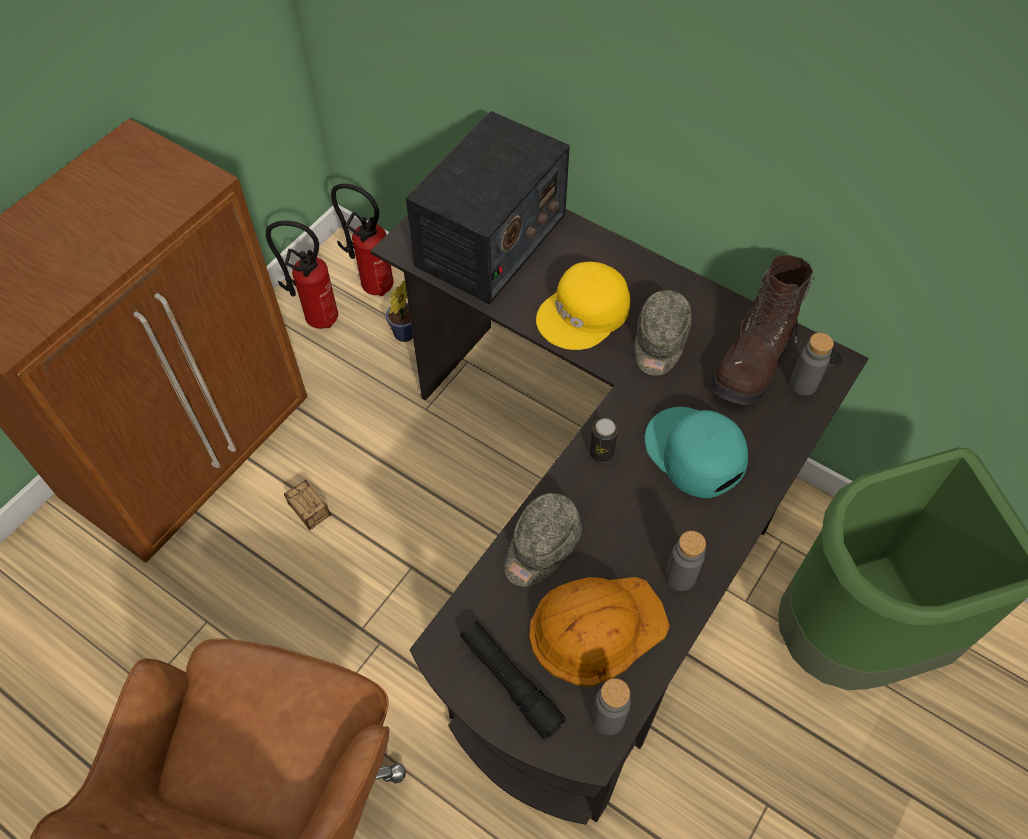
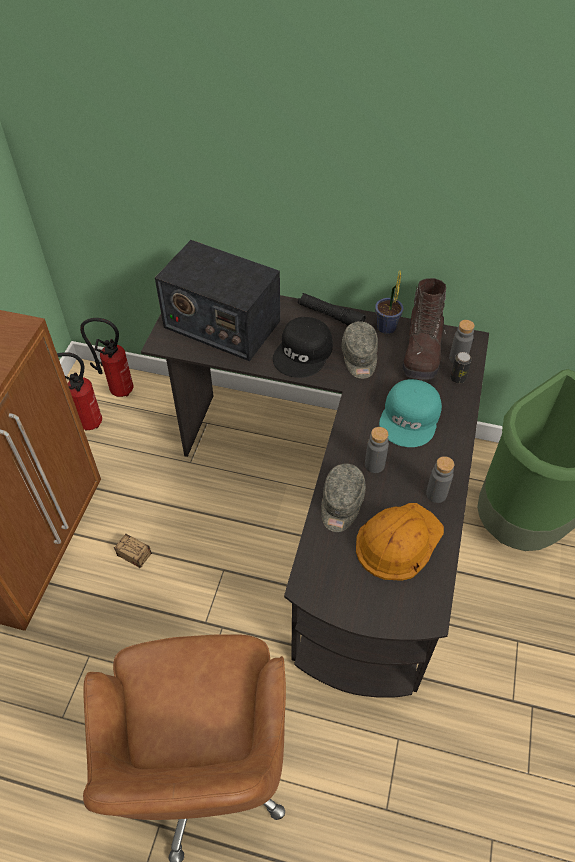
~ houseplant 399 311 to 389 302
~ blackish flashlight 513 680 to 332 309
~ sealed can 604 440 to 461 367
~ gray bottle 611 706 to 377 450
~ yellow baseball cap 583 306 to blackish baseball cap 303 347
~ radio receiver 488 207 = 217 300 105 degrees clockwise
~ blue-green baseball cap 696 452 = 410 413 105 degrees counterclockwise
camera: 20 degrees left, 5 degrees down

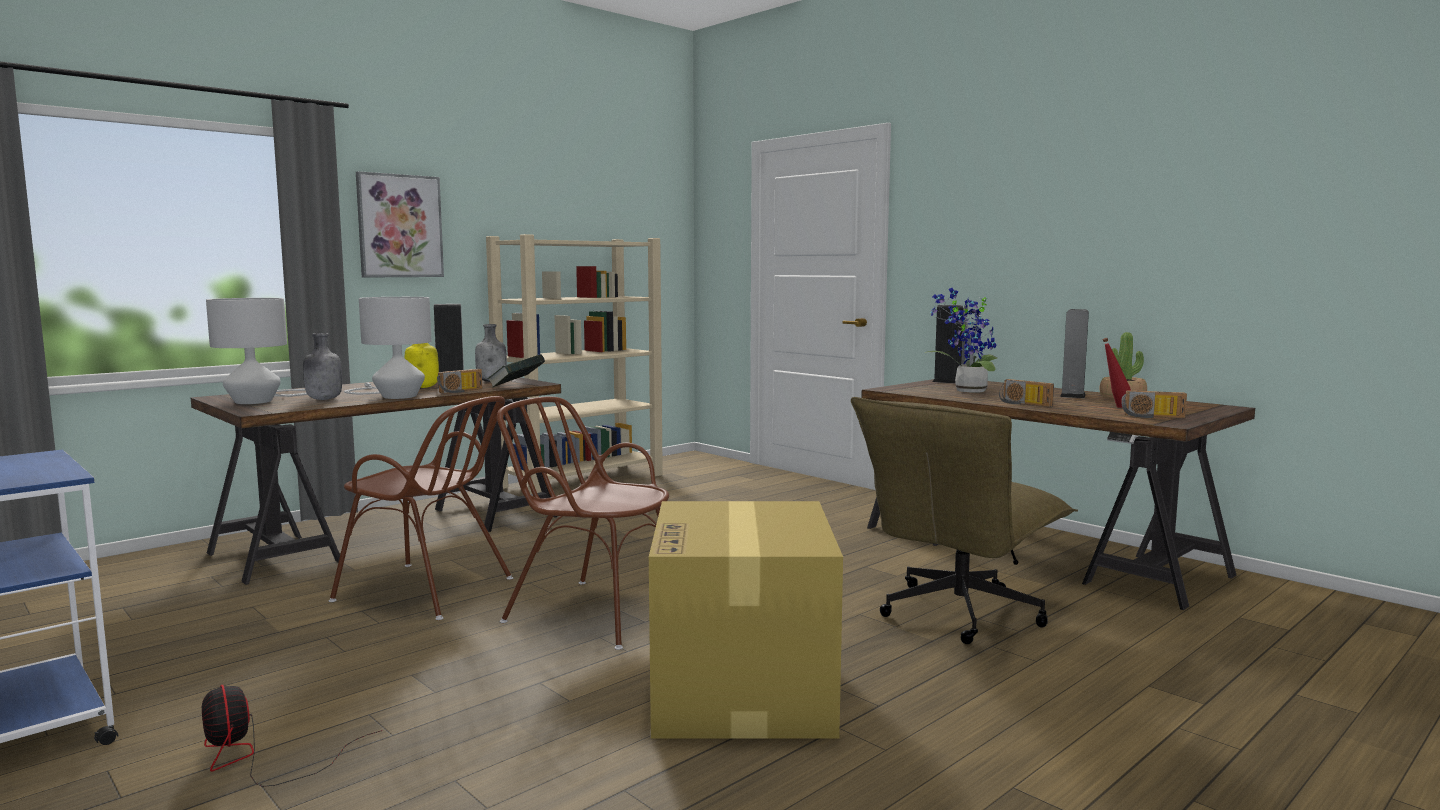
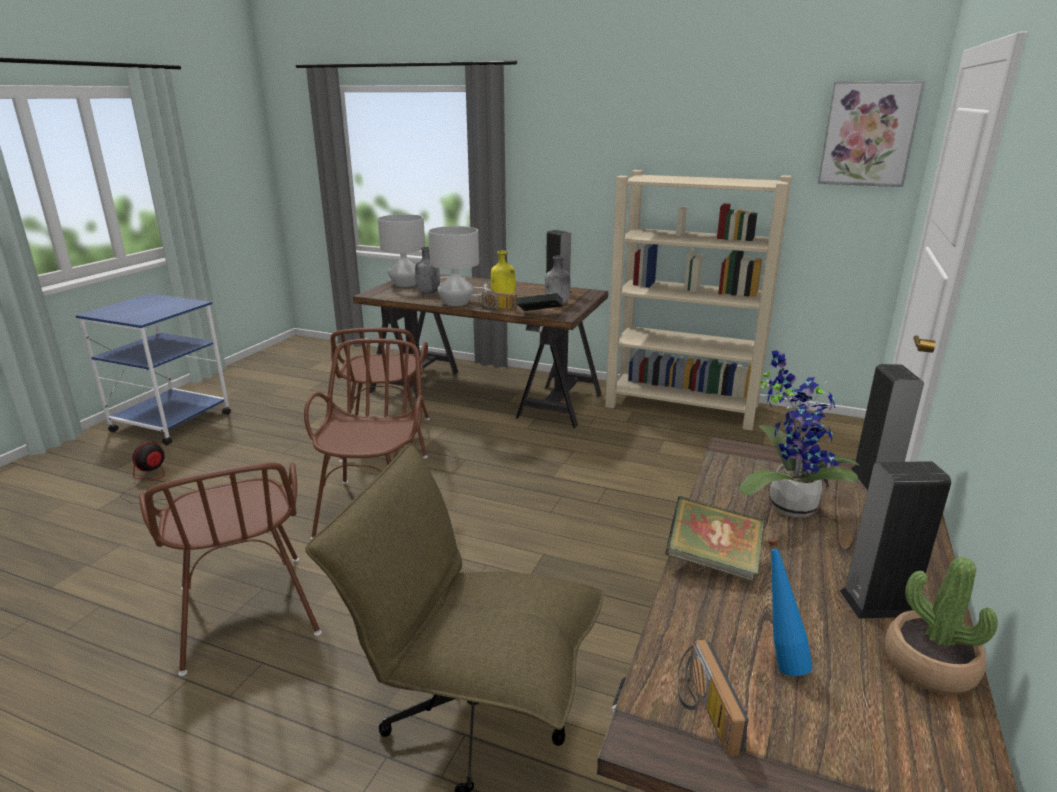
~ wall picture 400 224 to 871 134
~ packing box 746 620 to brownish chair 230 569
~ radio receiver 1026 393 to bound book 714 538
~ red-coloured bottle 1116 373 to blue bottle 790 607
camera: 65 degrees right, 15 degrees up

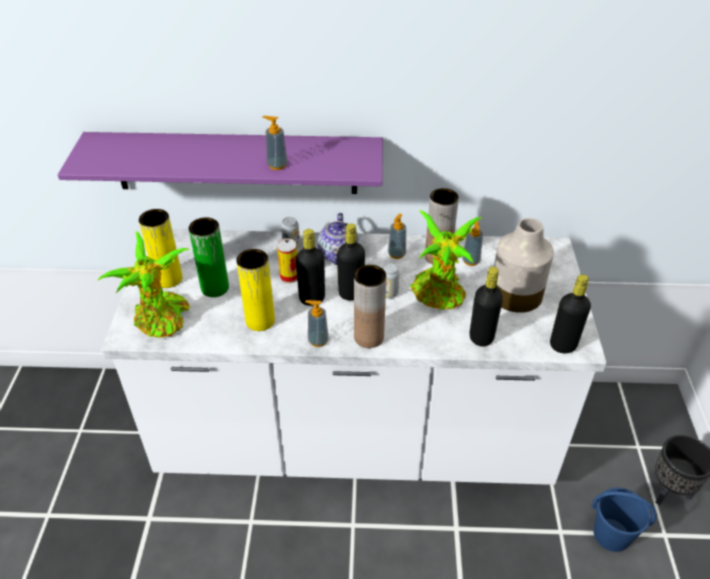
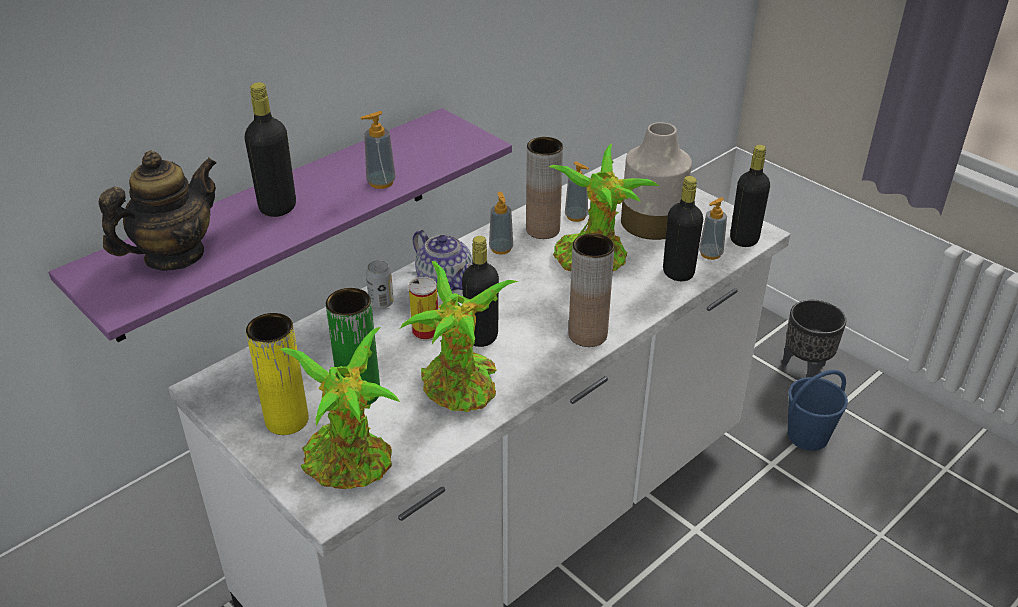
- sealed can 390 281
+ pot for tea 157 210
~ soap dispenser 317 323 to 713 228
~ blackish bottle 351 262 to 270 149
~ yellow vase 255 290 to houseplant 459 336
camera: 45 degrees left, 5 degrees down

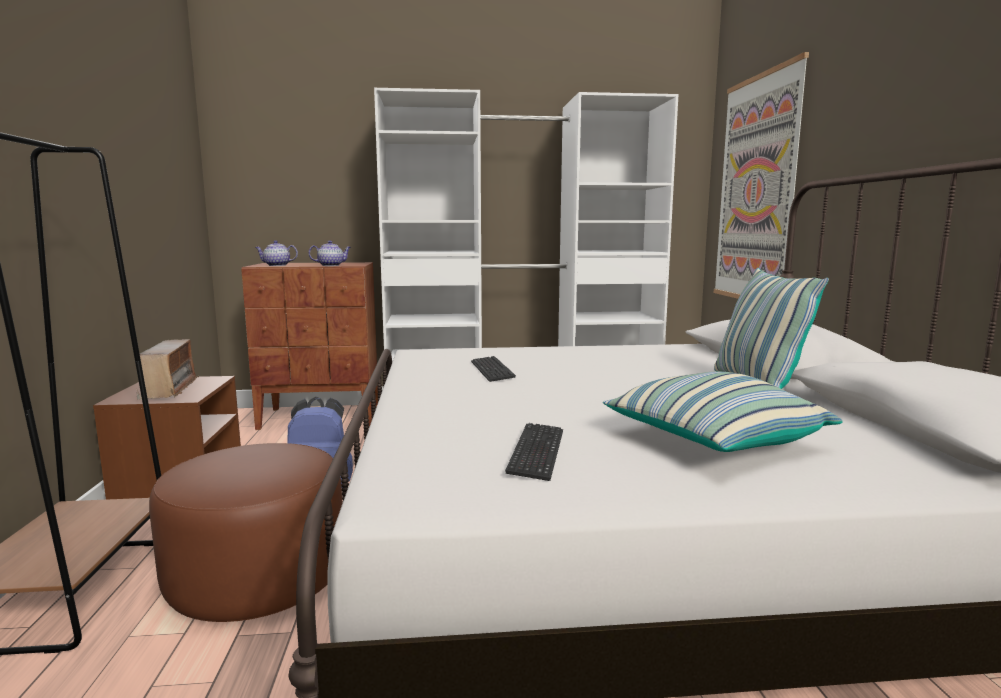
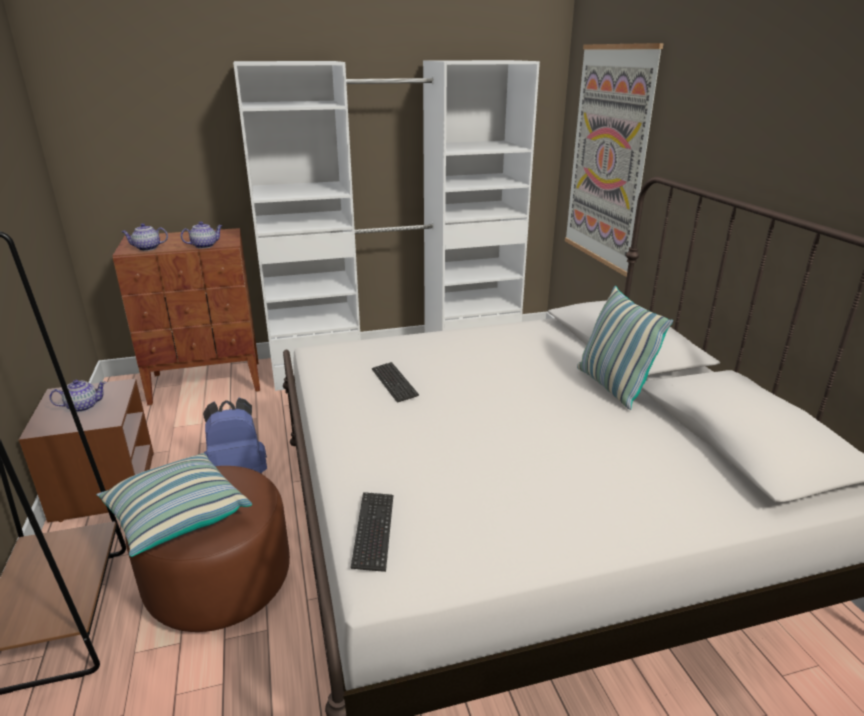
~ PC keyboard 534 452 to 372 532
~ cushion 723 412 to 174 505
~ radio receiver 167 369 to pot for tea 78 396
camera: 10 degrees left, 15 degrees up

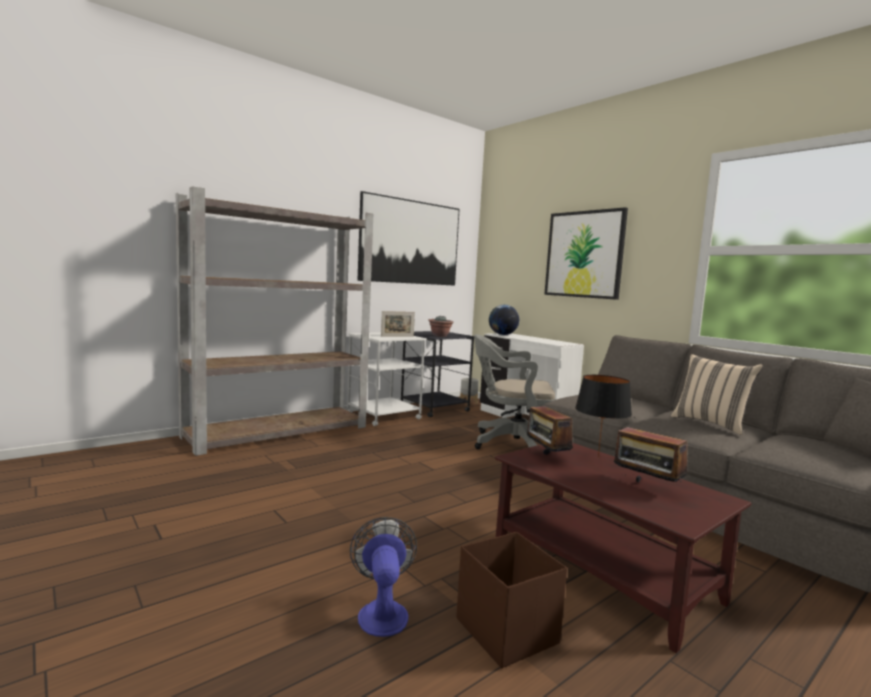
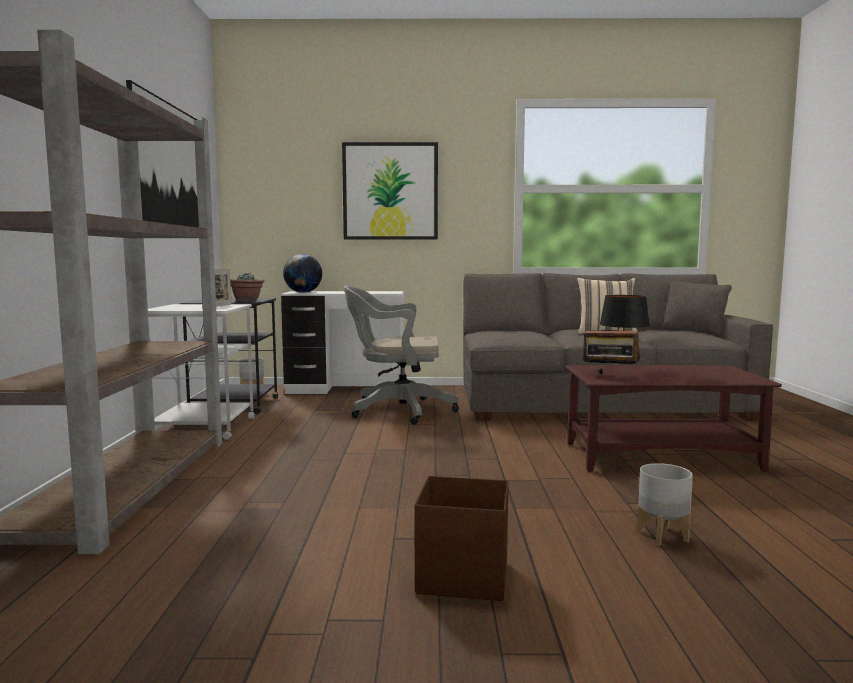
- radio receiver 651 450
~ brownish storage box 511 600 to 462 538
~ fan 383 577 to gray planter 665 504
~ gray office chair 515 391 = 401 355 45 degrees clockwise
camera: 50 degrees left, 0 degrees up

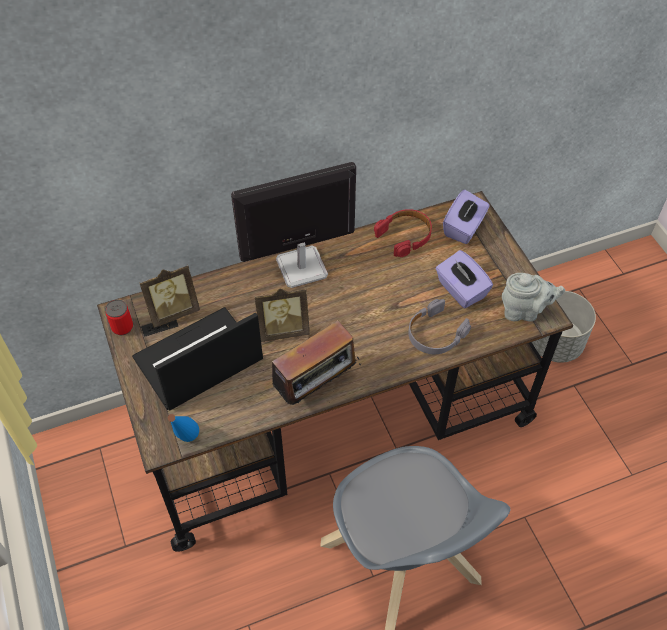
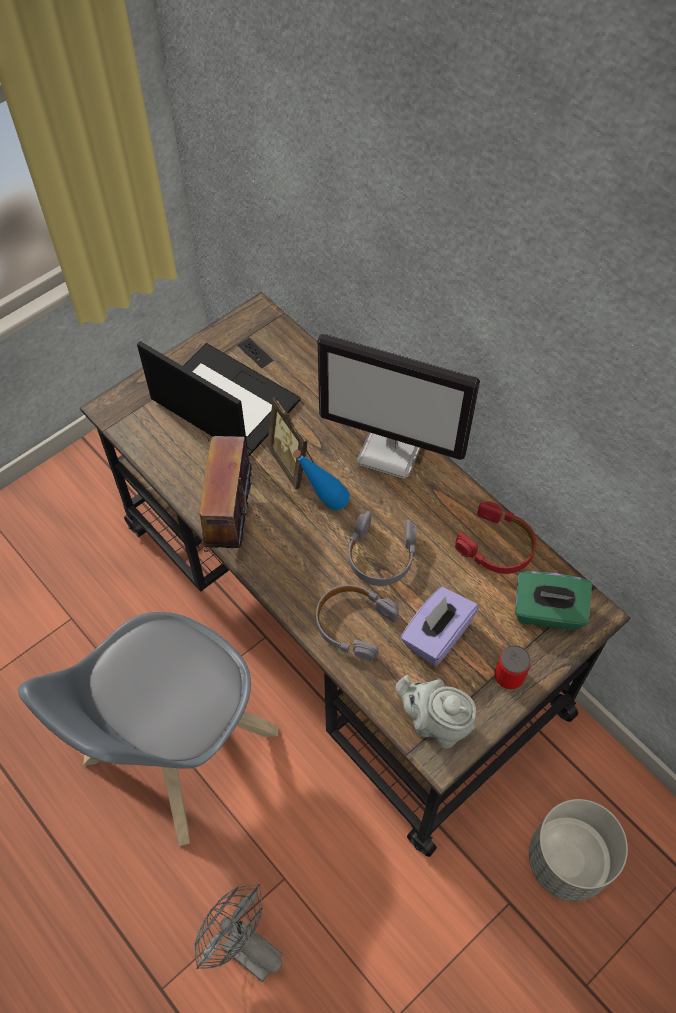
- picture frame 169 296
+ gray fan 238 933
+ gray headset 382 548
~ sealed can 119 317 to 512 667
~ blue bottle 183 428 to 321 480
~ purplish tissue box 466 217 to green tissue box 553 600
~ computer screen 293 225 = 398 406 150 degrees clockwise
~ radio receiver 311 362 = 227 494 60 degrees clockwise
~ gray pot for tea 533 297 = 436 712 135 degrees clockwise
camera: 70 degrees right, 5 degrees up

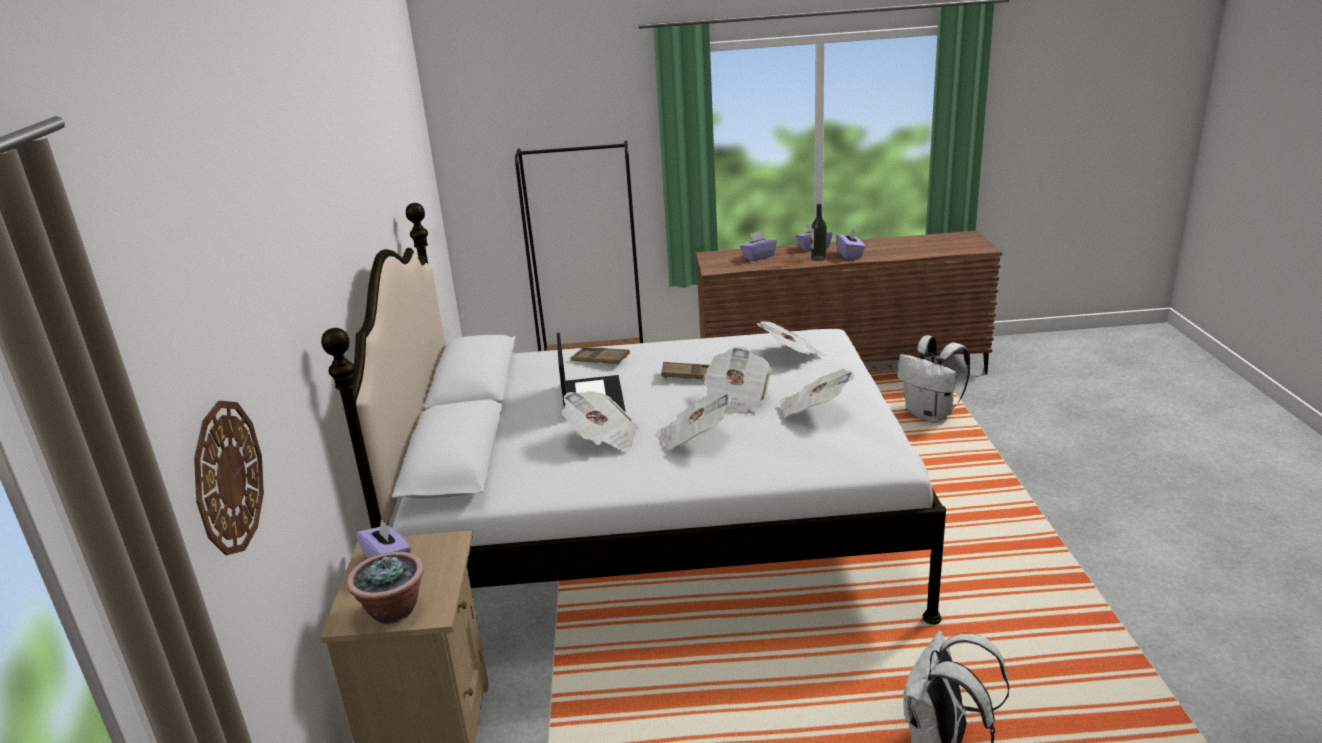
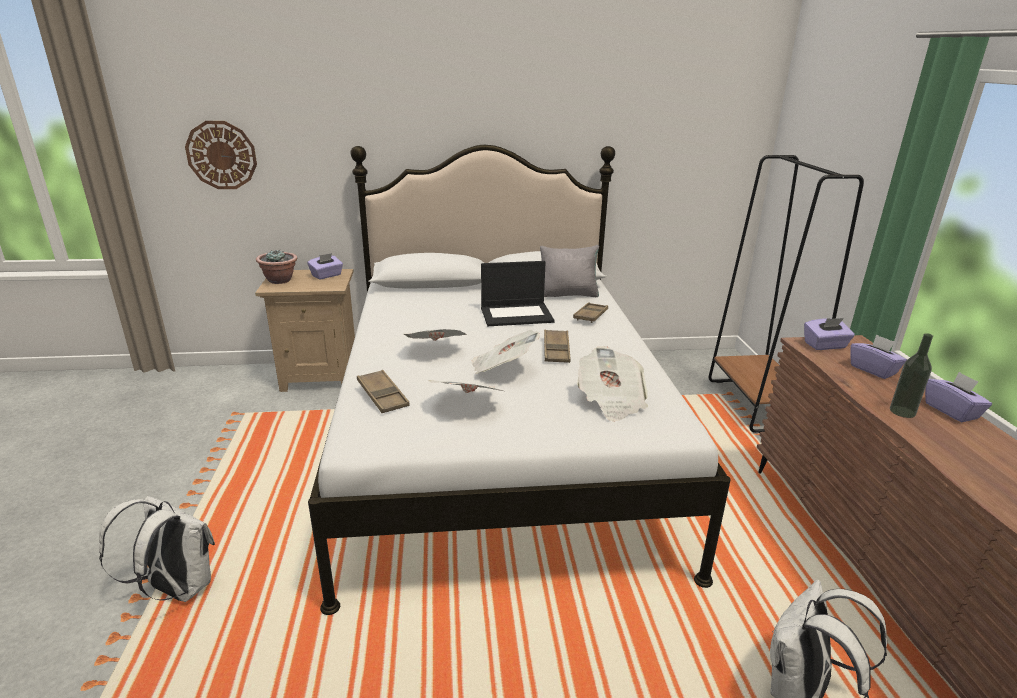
- daily paper 600 421
+ brownish carrying tray 383 391
+ gray cushion 569 271
~ purplish tissue box 850 243 to 829 334
camera: 85 degrees right, 0 degrees up

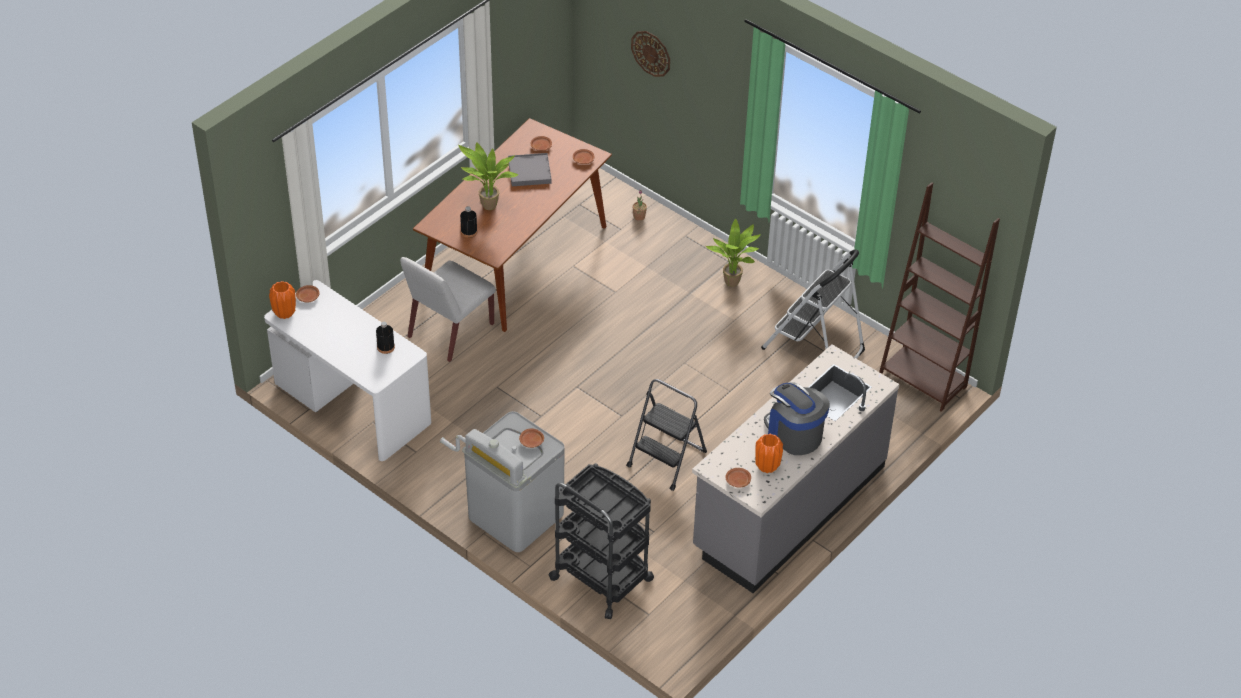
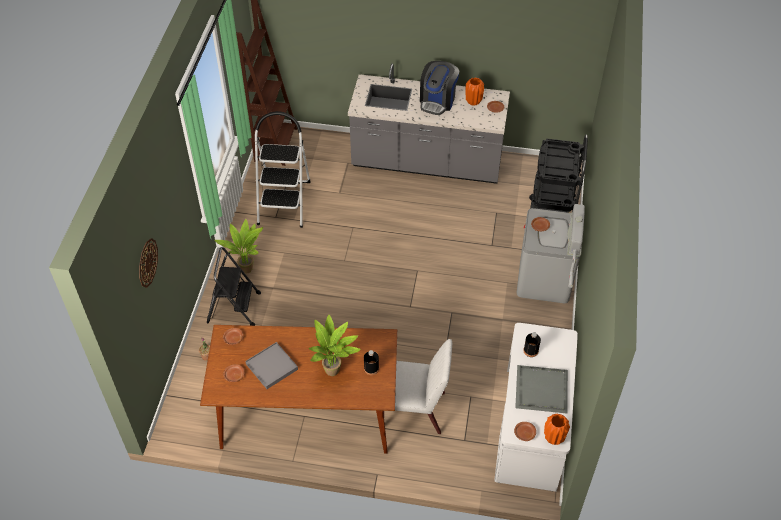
+ gray carrying tray 541 389
~ blackish stepladder 666 435 to 234 286
camera: 120 degrees left, 5 degrees up

